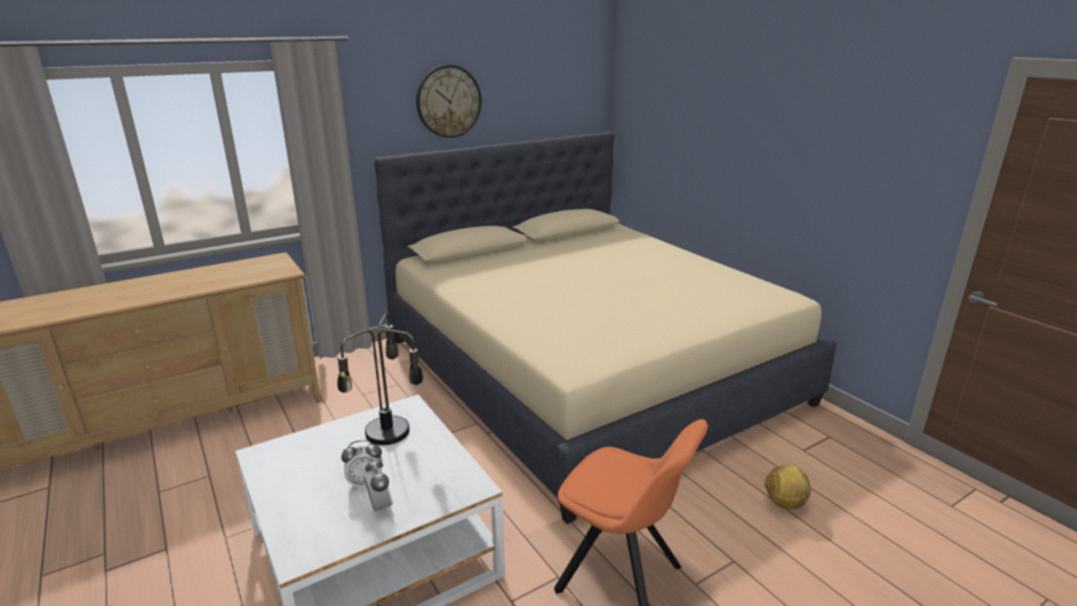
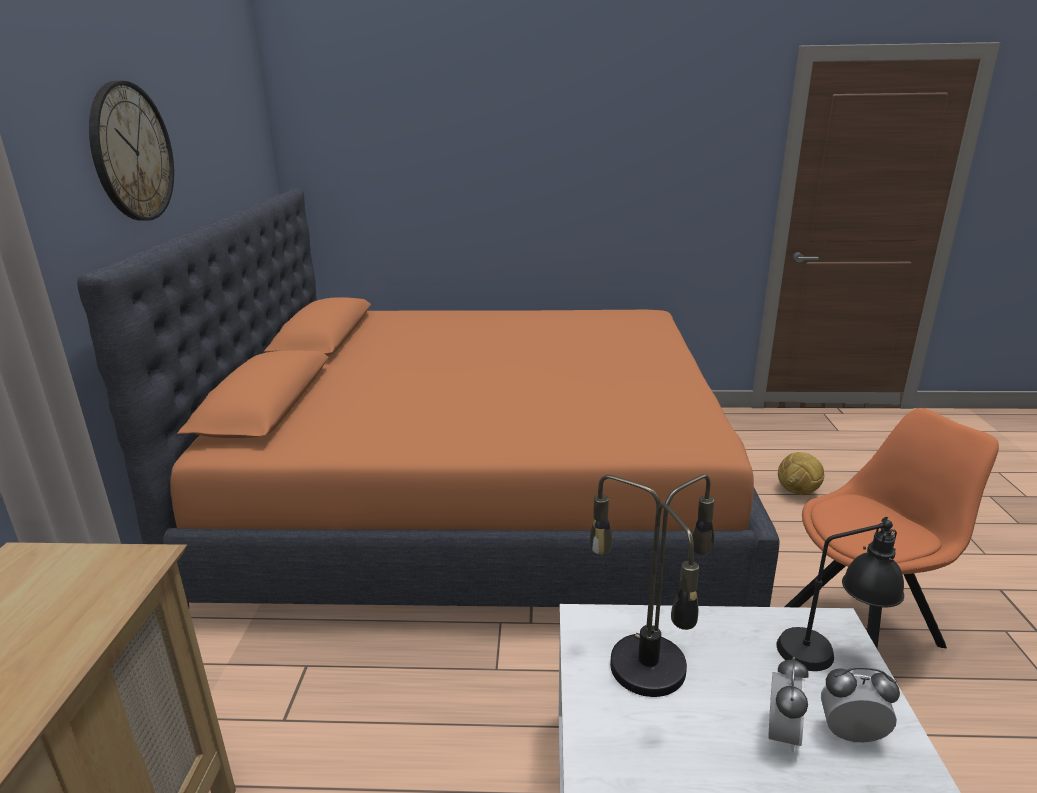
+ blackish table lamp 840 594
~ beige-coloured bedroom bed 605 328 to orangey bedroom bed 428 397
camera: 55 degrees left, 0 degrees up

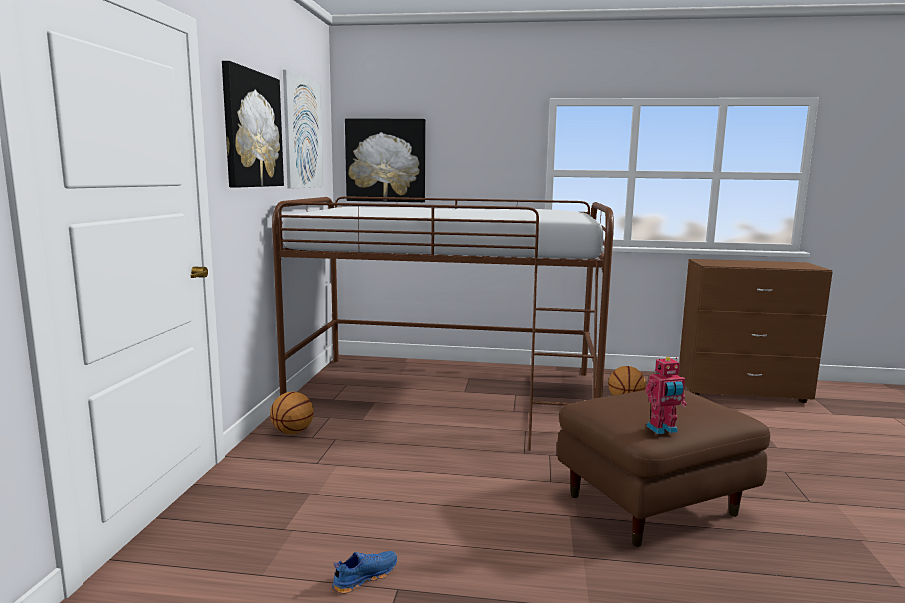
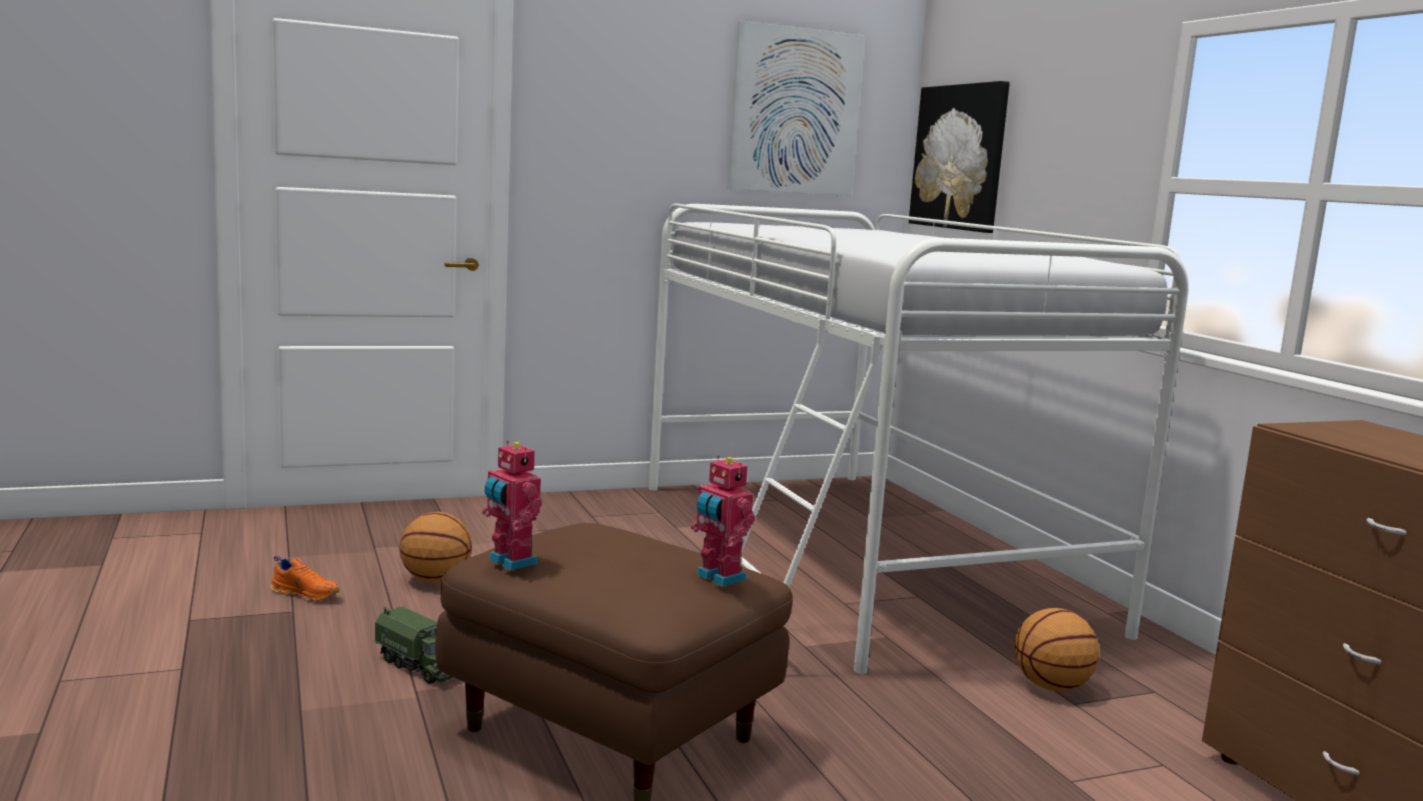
- wall picture 253 124
+ toy truck 414 645
+ model robot 723 520
~ ball for basketball 292 413 to 435 547
~ brownish bedroom bed 443 323 to white-coloured bedroom bed 919 439
~ blue shoe 364 572 to orangey shoe 305 578
camera: 60 degrees right, 0 degrees up

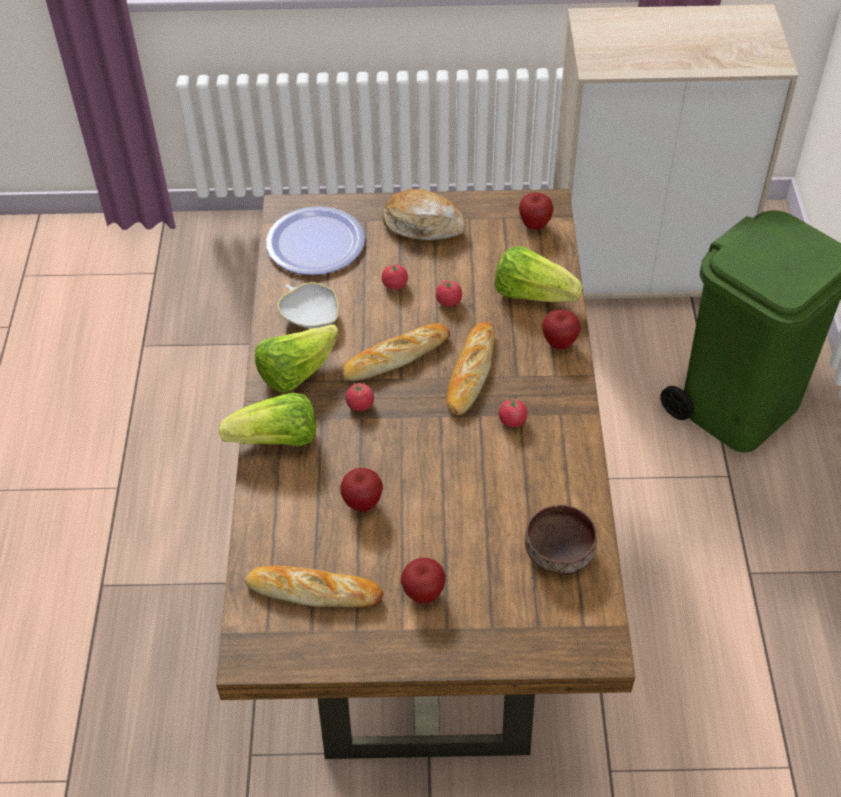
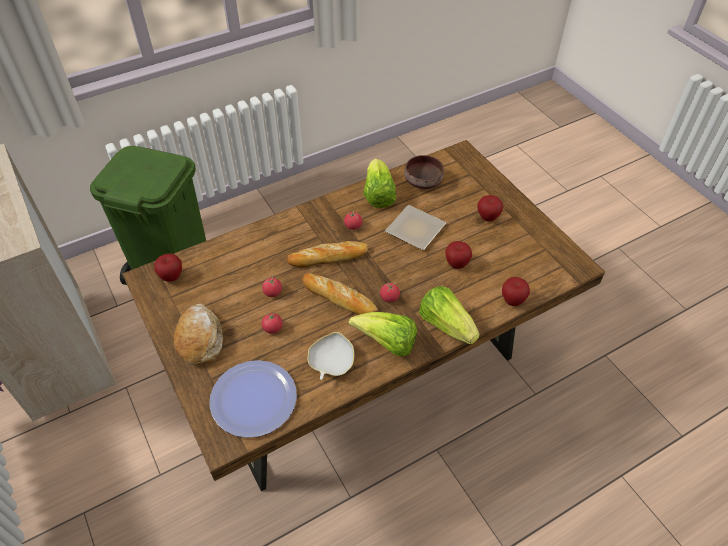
- baked bread 314 586
+ flat dish 415 227
~ lettuce 539 274 to 379 183
~ apple fruit 561 330 to 516 291
camera: 120 degrees left, 0 degrees up

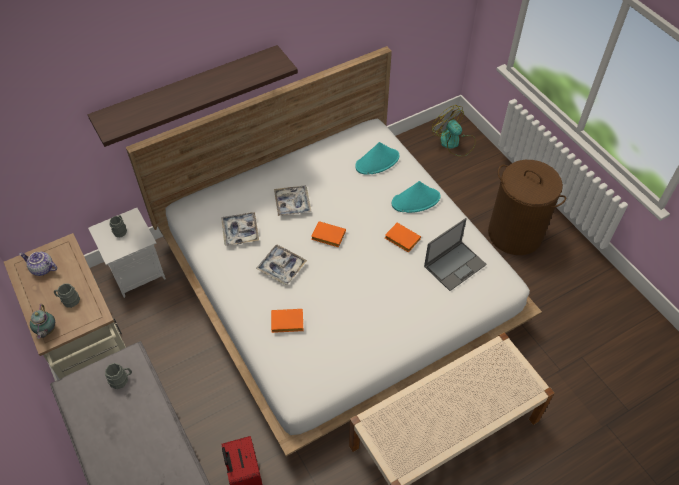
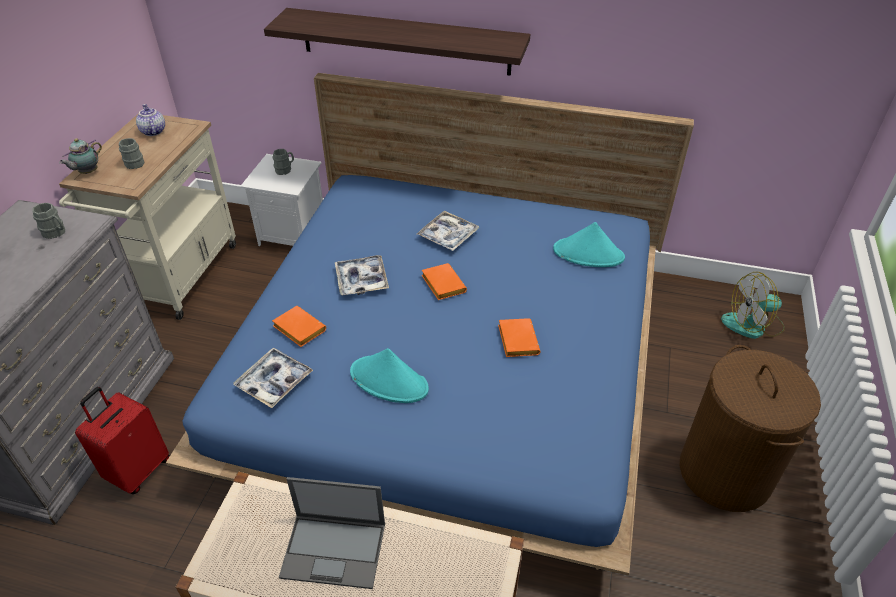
~ carrying tray 240 229 to 273 378
~ blue-green wearable hat 416 197 to 389 375
~ laptop 455 254 to 332 533
~ white-coloured bedroom bed 334 251 to blue bedroom bed 430 324
~ fan 454 131 = 753 305 105 degrees counterclockwise
camera: 45 degrees right, 10 degrees down

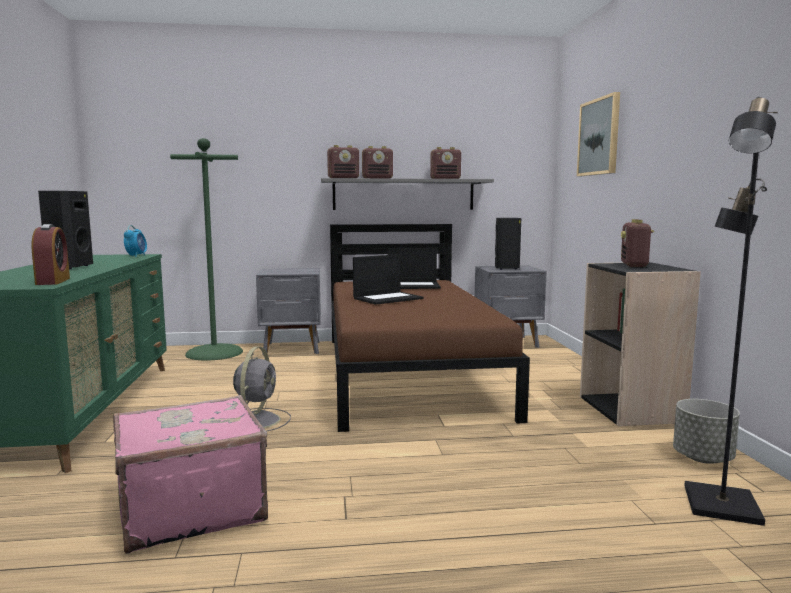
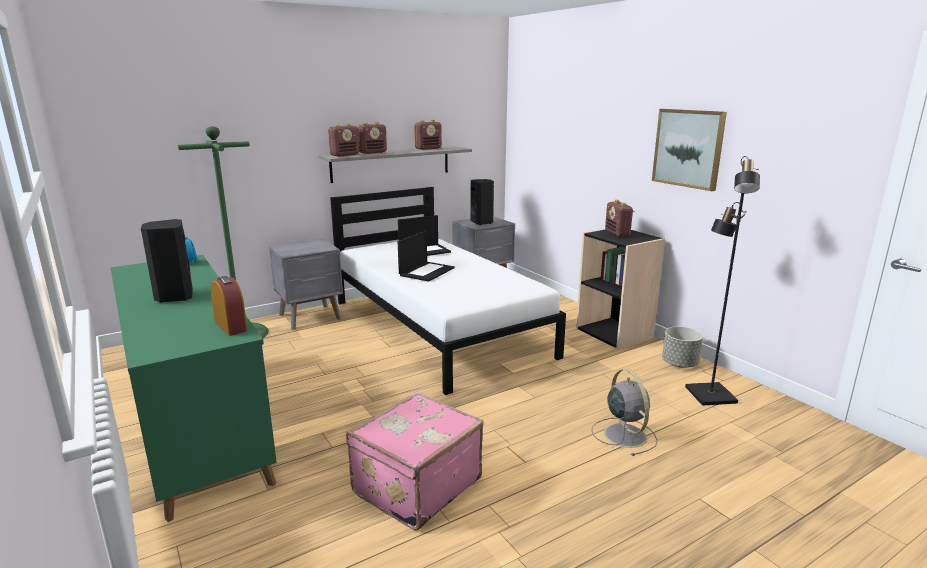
~ gray fan 262 389 to 624 412
~ wall picture 598 134 to 689 150
~ brownish bedroom bed 430 328 to white-coloured bedroom bed 448 291
camera: 25 degrees left, 10 degrees up

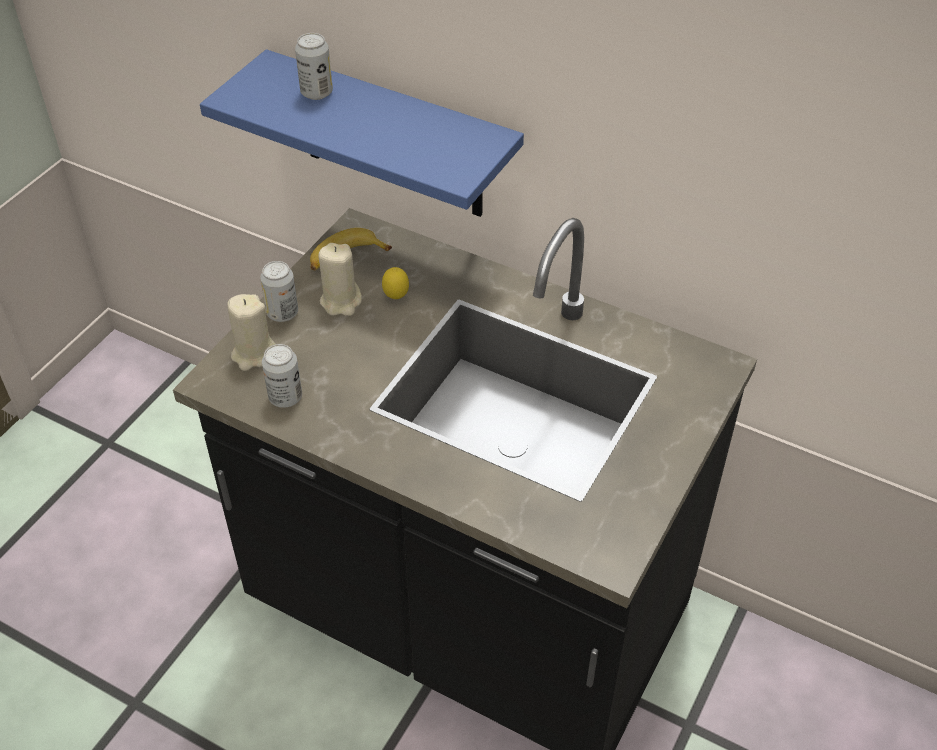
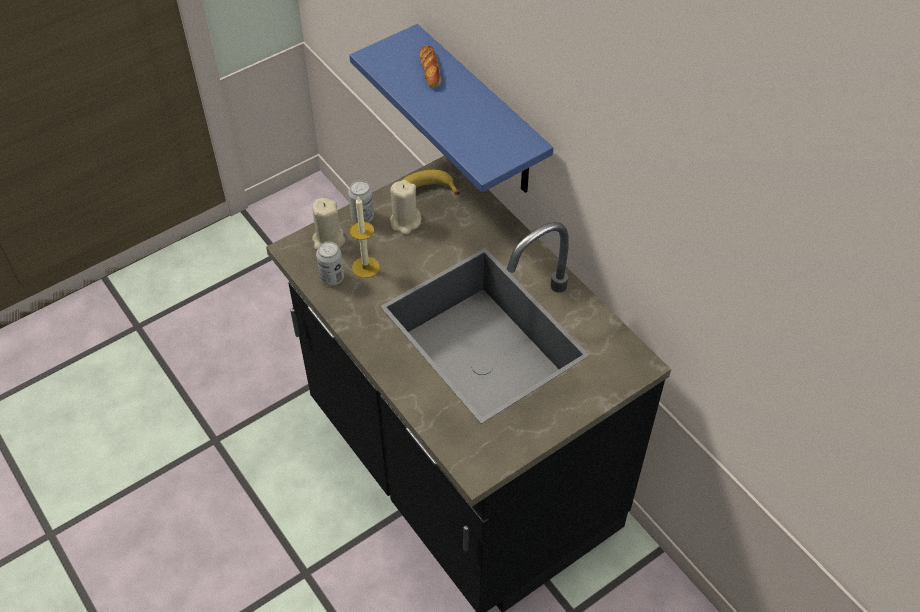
- citrus fruit 395 283
+ wax light 365 237
~ sealed can 314 66 to baked bread 430 66
camera: 25 degrees right, 5 degrees up

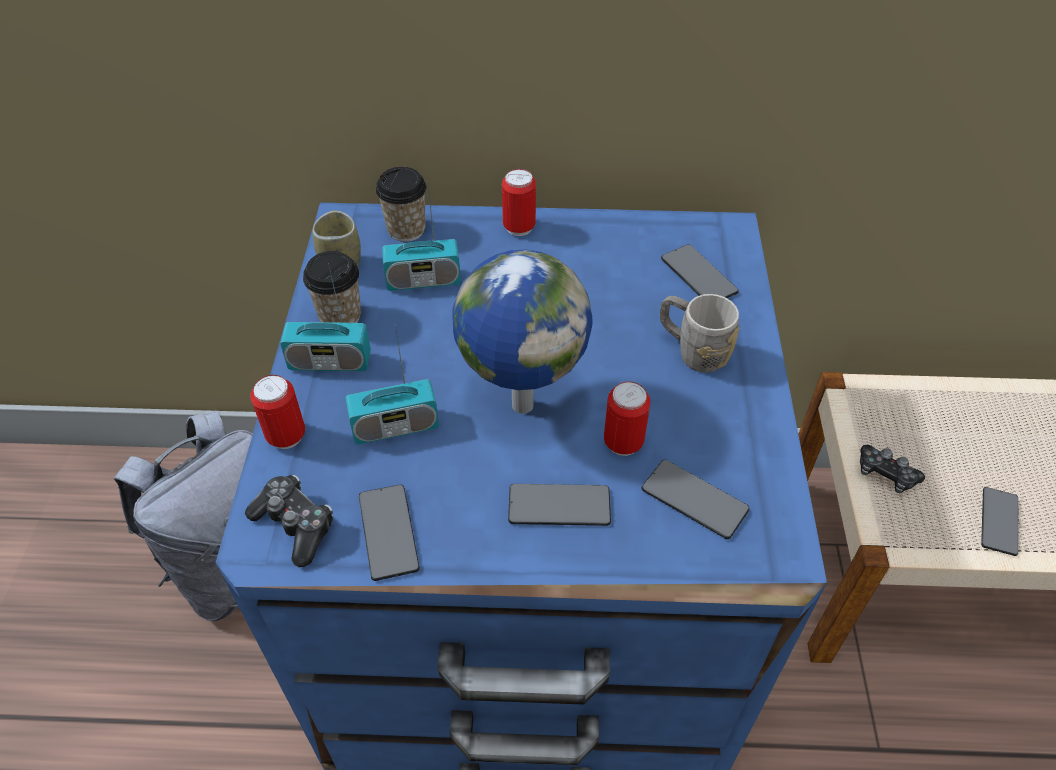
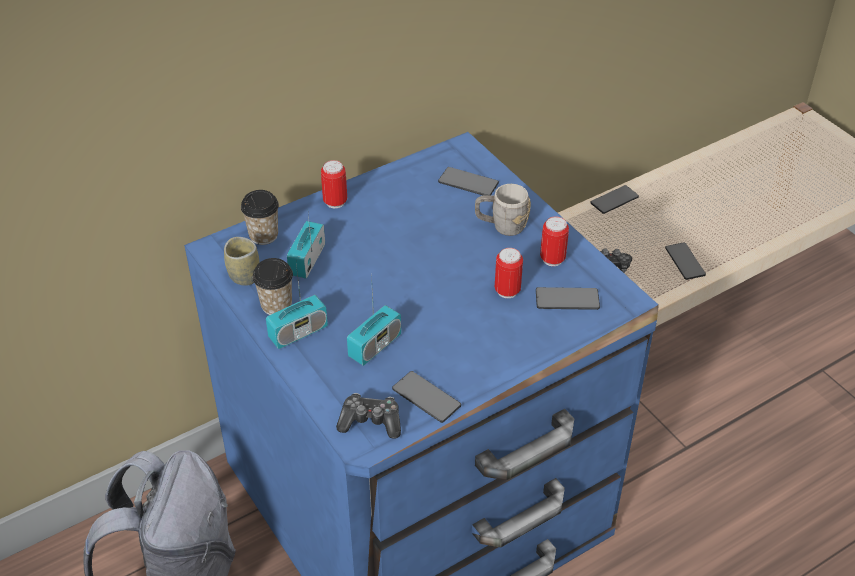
- desk globe 522 331
~ sealed can 277 412 to 554 241
~ phone 559 505 to 614 199
~ radio receiver 421 238 = 306 246 150 degrees clockwise
camera: 35 degrees left, 5 degrees down

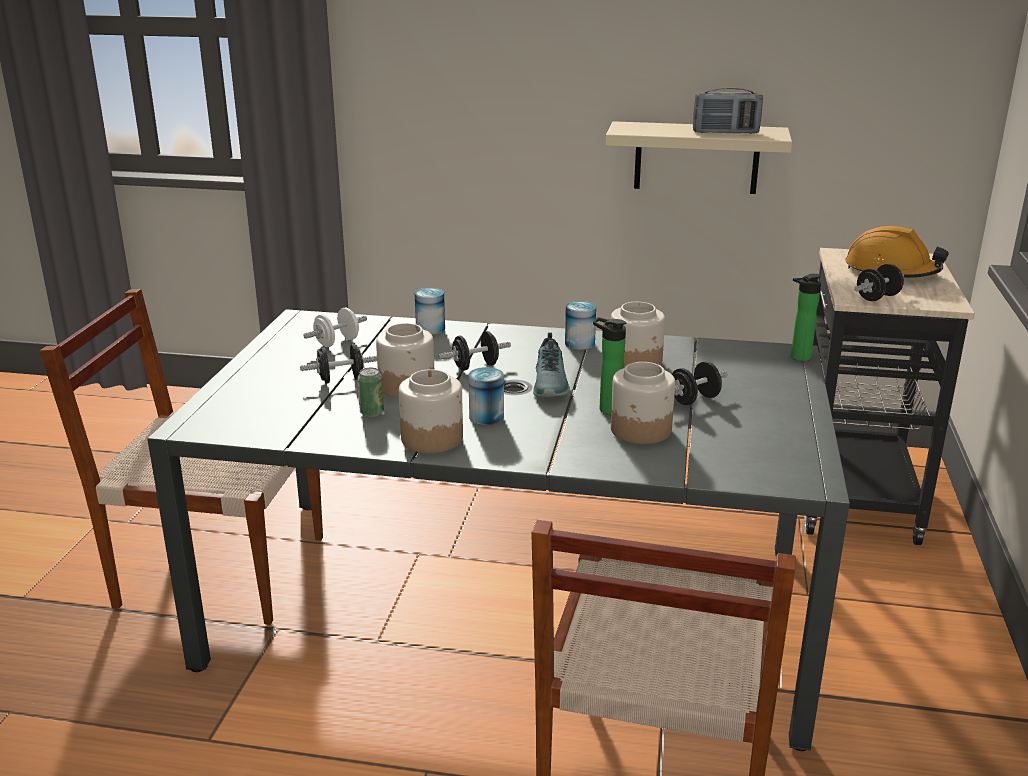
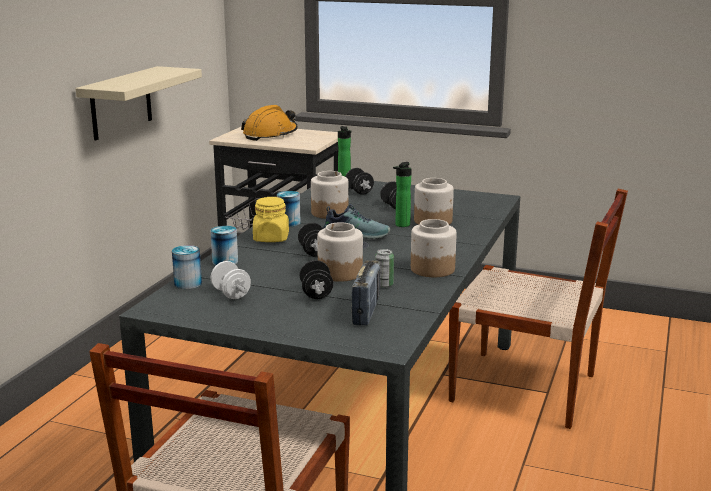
+ yellow storage jar 271 219
~ sealed can 486 396 to 187 267
~ radio receiver 728 111 to 365 292
~ blackish free weight 879 282 to 359 181
camera: 80 degrees left, 5 degrees down

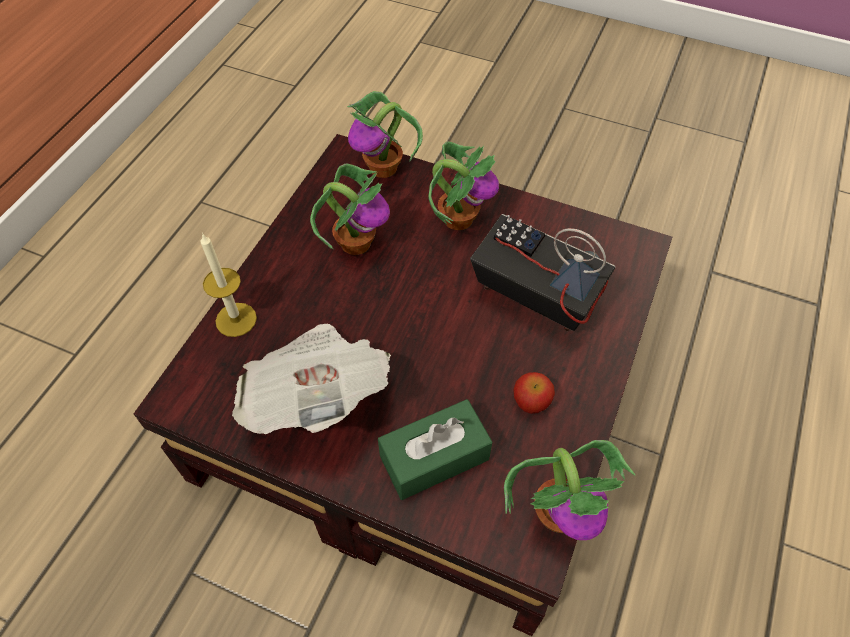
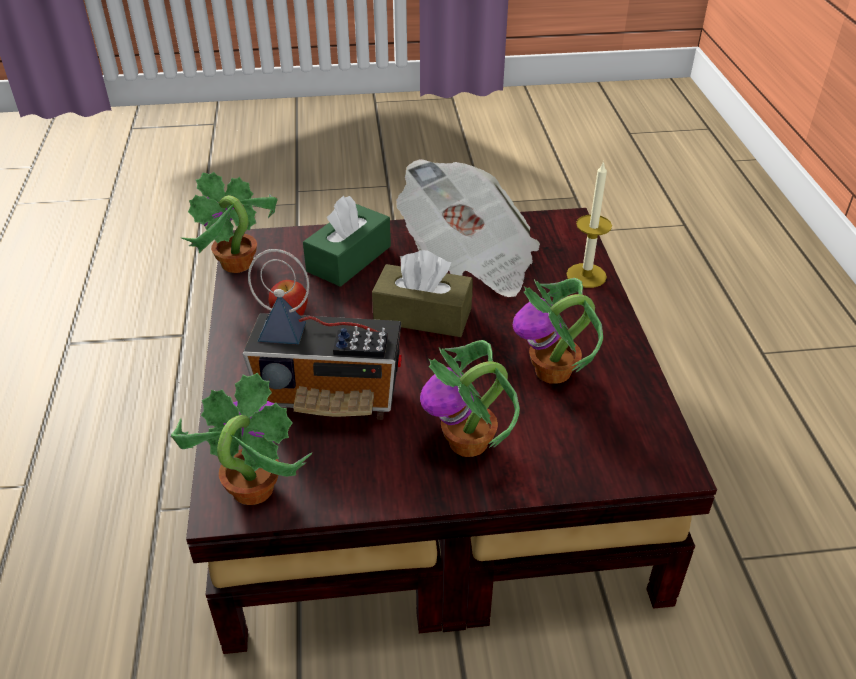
+ brownish tissue box 422 293
~ houseplant 385 134 to 242 438
camera: 150 degrees right, 15 degrees down

